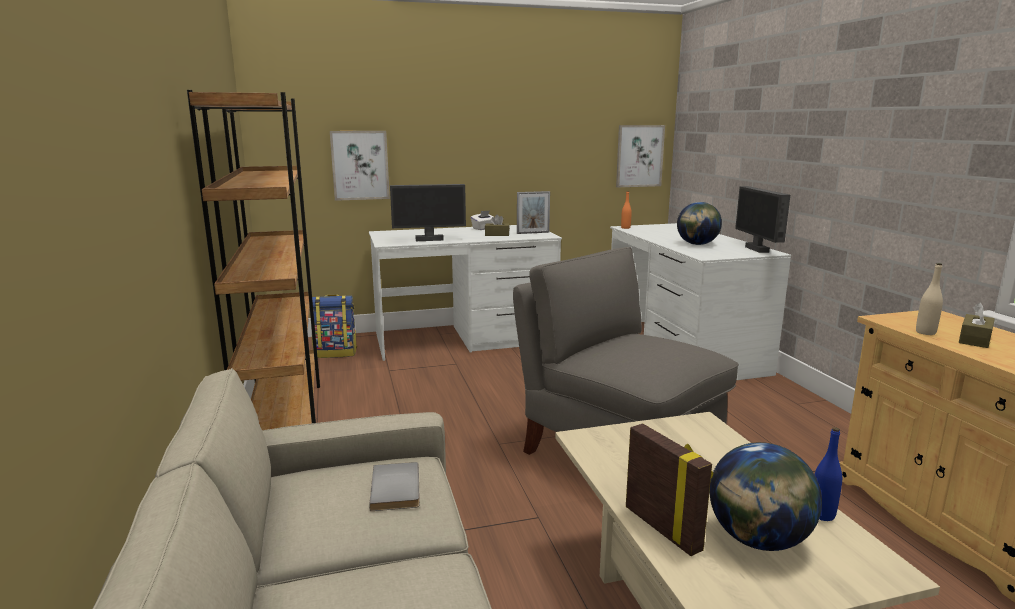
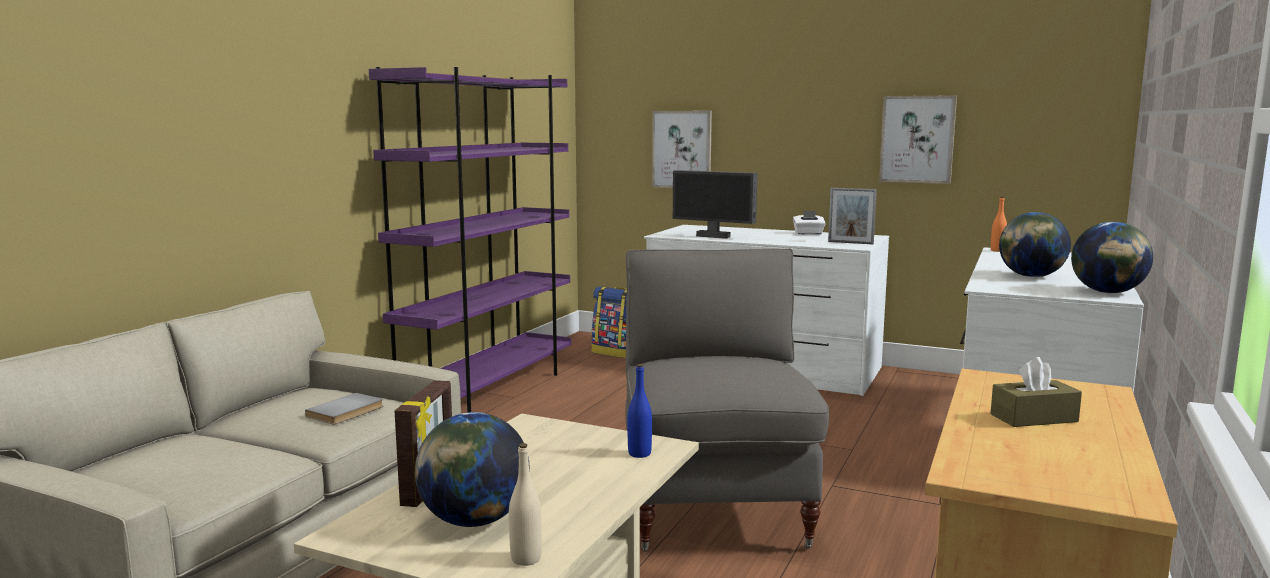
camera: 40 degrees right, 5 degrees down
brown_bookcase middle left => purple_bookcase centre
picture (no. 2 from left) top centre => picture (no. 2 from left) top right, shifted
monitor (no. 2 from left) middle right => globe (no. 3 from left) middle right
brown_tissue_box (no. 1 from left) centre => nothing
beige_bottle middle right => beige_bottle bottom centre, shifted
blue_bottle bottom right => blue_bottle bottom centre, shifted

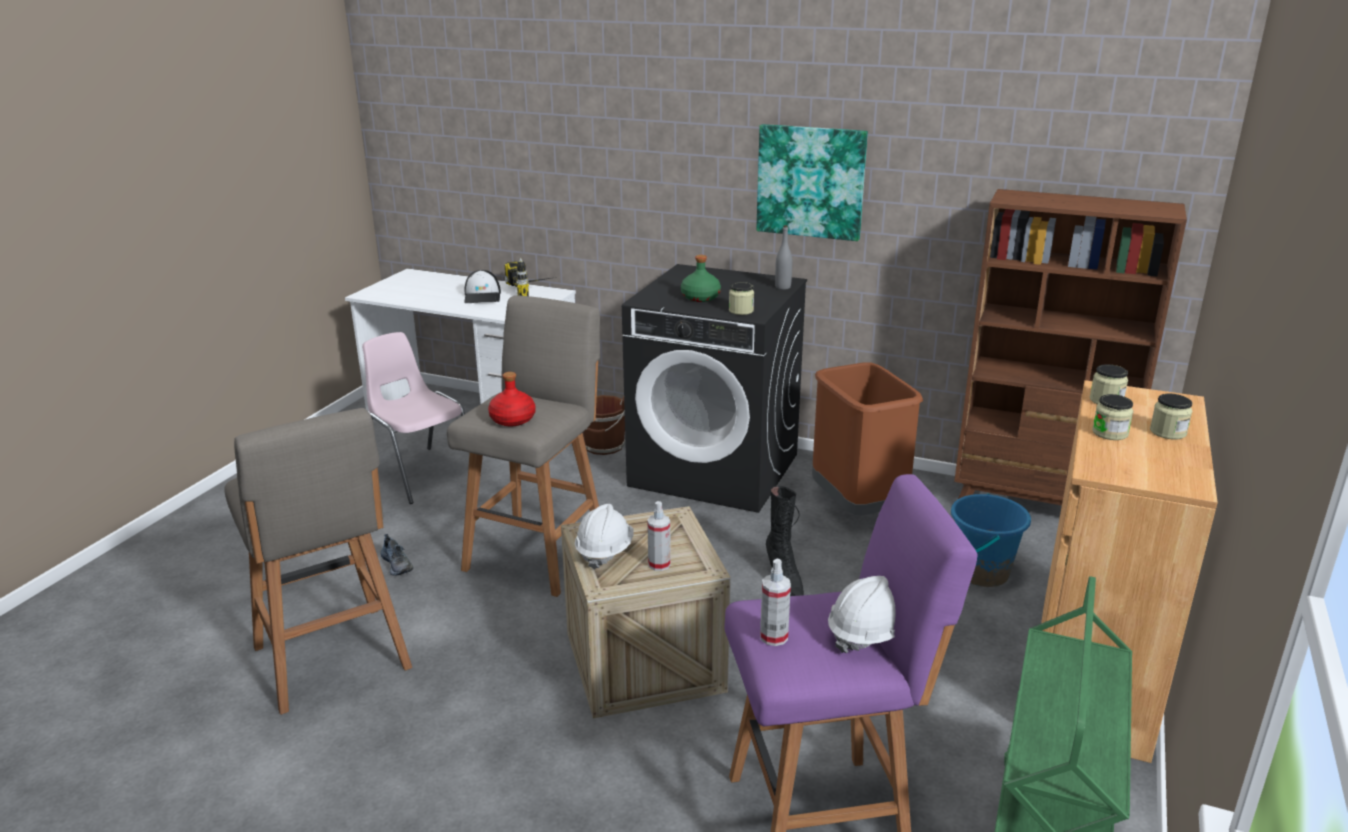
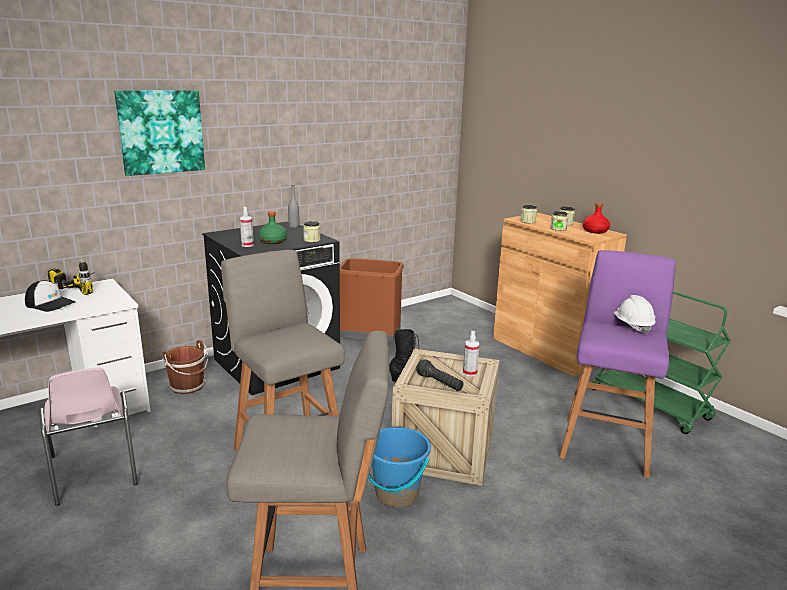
camera: 60 degrees left, 5 degrees down
picture top centre => picture top left, shifted
brown_bookcase middle right => nothing
pink_chair middle left => pink_chair bottom left, 105 degrees counterclockwise
red_bottle centre => red_bottle middle right, shifted
blue_bucket middle right => blue_bucket bottom centre, shifted
white_hard_hat (no. 1 from left) centre => black_flashlight centre
shoe middle left => nothing
spray_bottle (no. 2 from left in the first image) bottom centre => spray_bottle (no. 1 from left) middle left, shifted

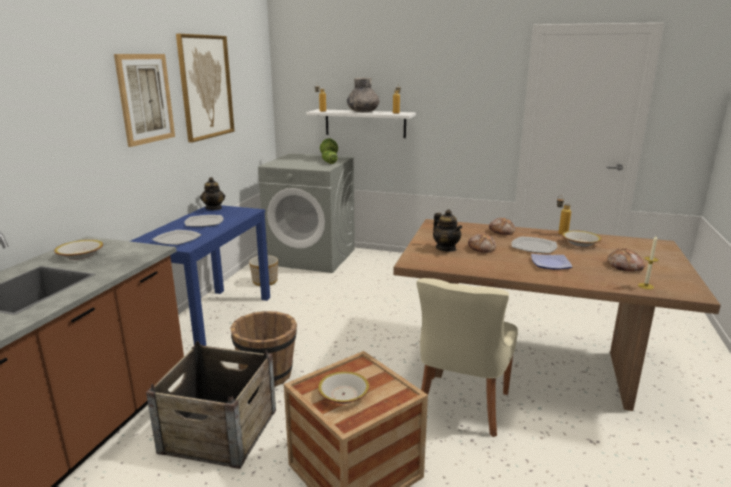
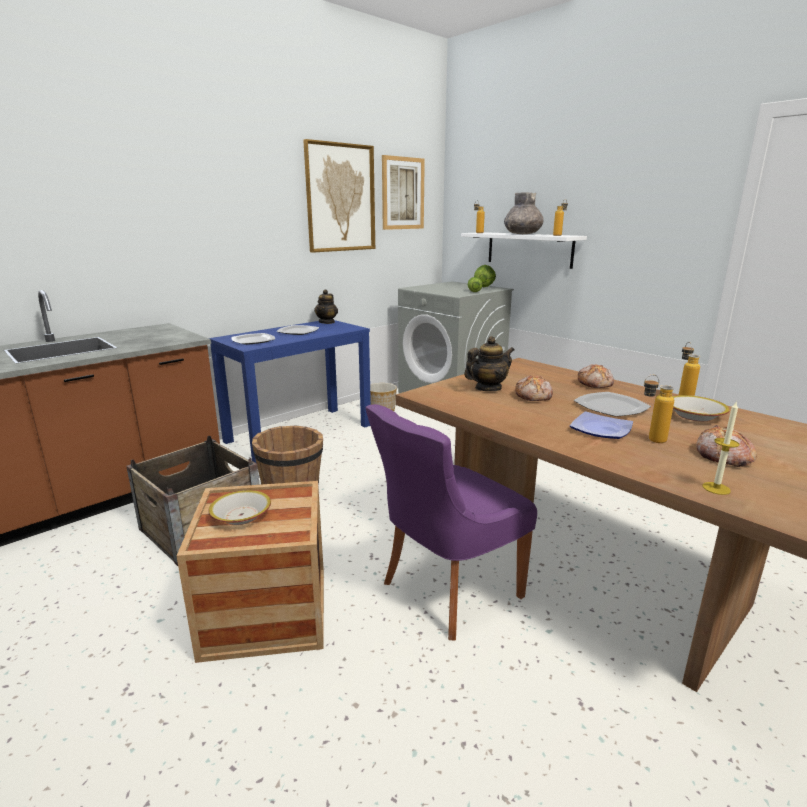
camera: 30 degrees right, 0 degrees up
picture (no. 1 from left in the first image) top left => picture (no. 2 from left) top centre, shifted
teapot (no. 2 from left) centre, 120 degrees counterclockwise
bowl (no. 1 from left) middle left => nothing
beige_chair bottom centre => purple_chair centre
nothing => bottle (no. 3 from left) middle right

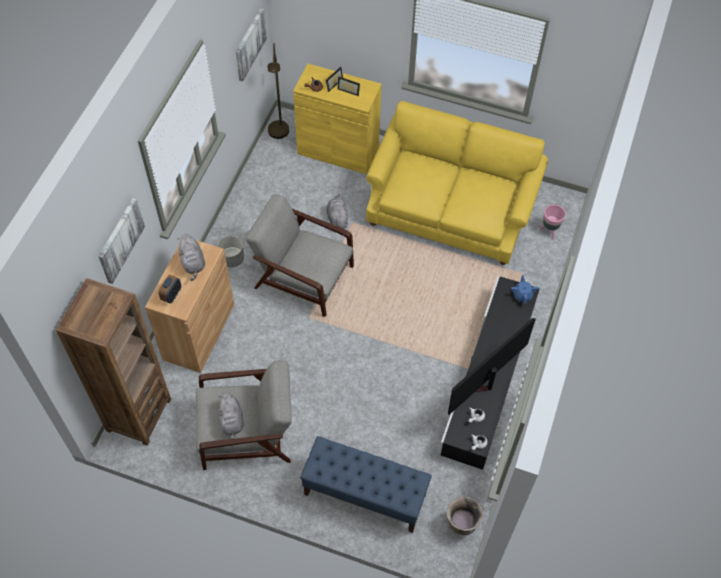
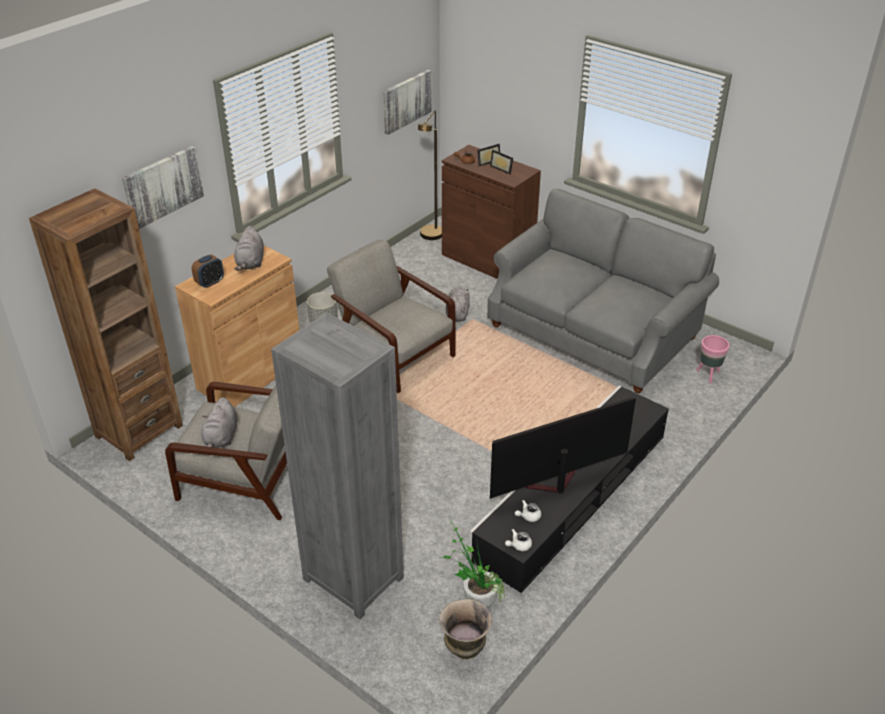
camera: 20 degrees right, 20 degrees down
yellow_cabinet top centre => brown_cabinet (no. 2 from left) top centre
yellow_sofa top centre => grey_sofa middle right
blue_teapot middle right => nothing
blue_bench bottom centre => grey_bookcase centre
nothing => potted_plant bottom centre

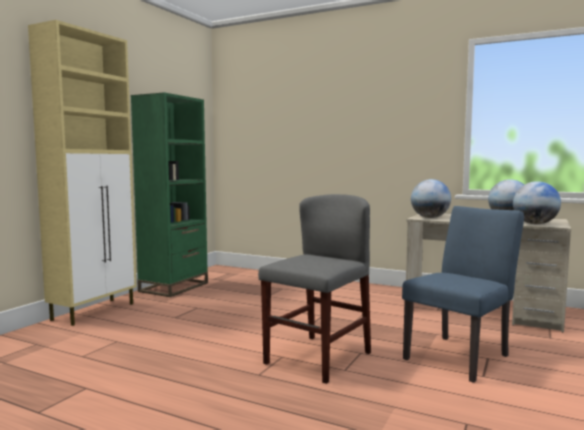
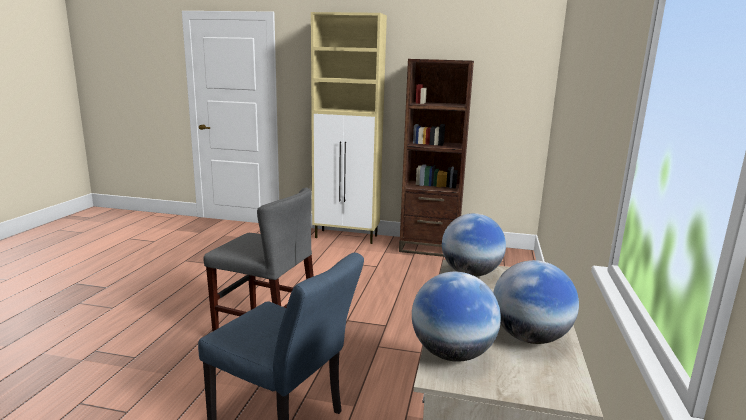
camera: 75 degrees right, 10 degrees up
green_bookcase middle left => brown_bookcase centre

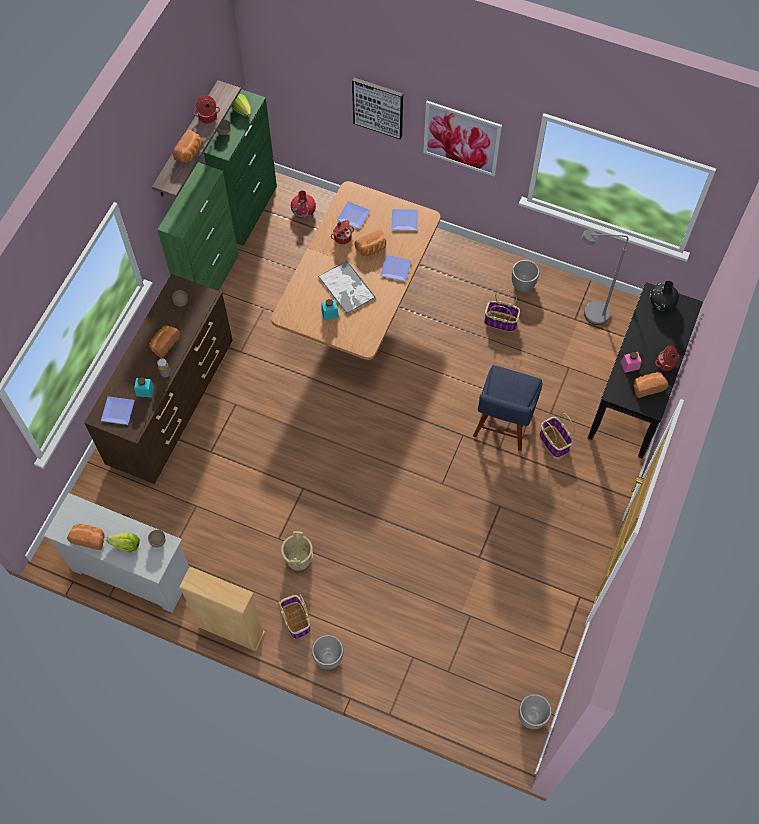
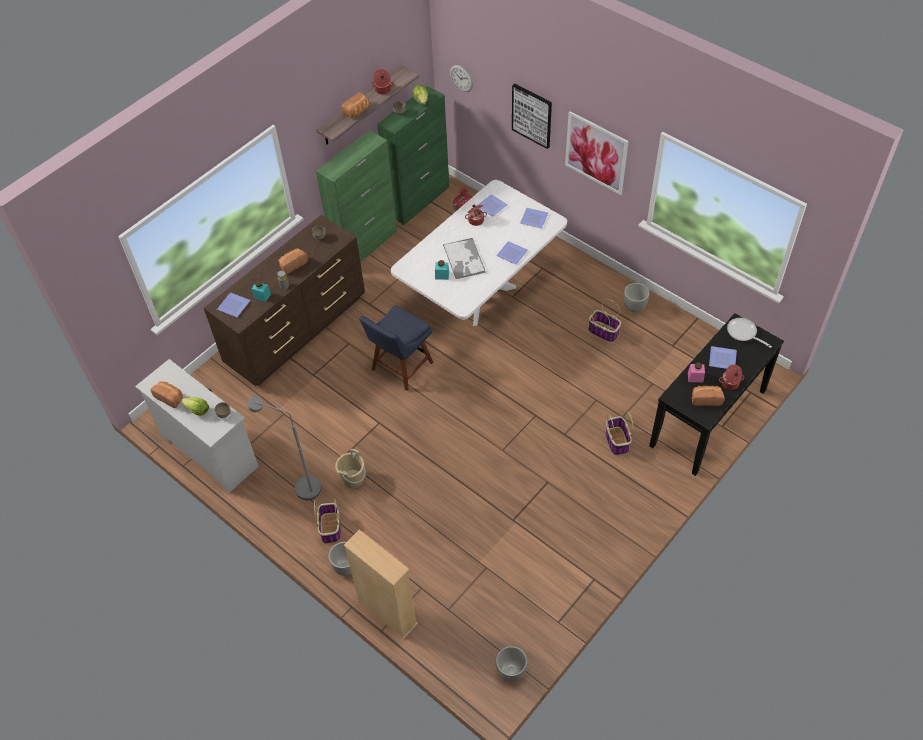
camera: 20 degrees right, 10 degrees down
brown_dining_table top centre => white_dining_table centre
grey_floor_lamp middle right => grey_floor_lamp middle left, shifted
bread (no. 4 from left) top centre => nothing
black_vase middle right => frying_pan middle right
blue_chair middle right => blue_chair centre, shifted
beige_bookcase bottom left => beige_bookcase bottom centre, shifted
nothing => wall_clock top centre
nothing => plate (no. 5 from left) middle right

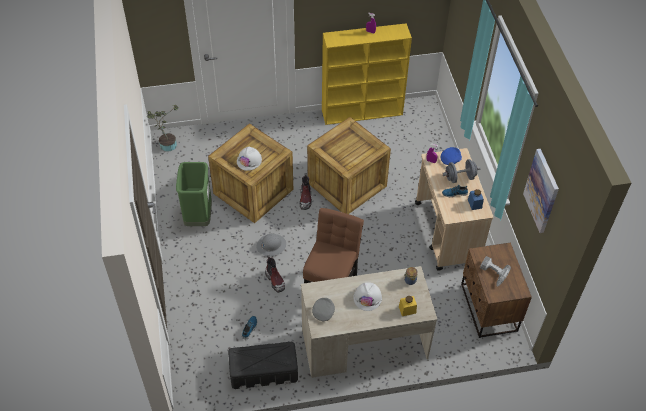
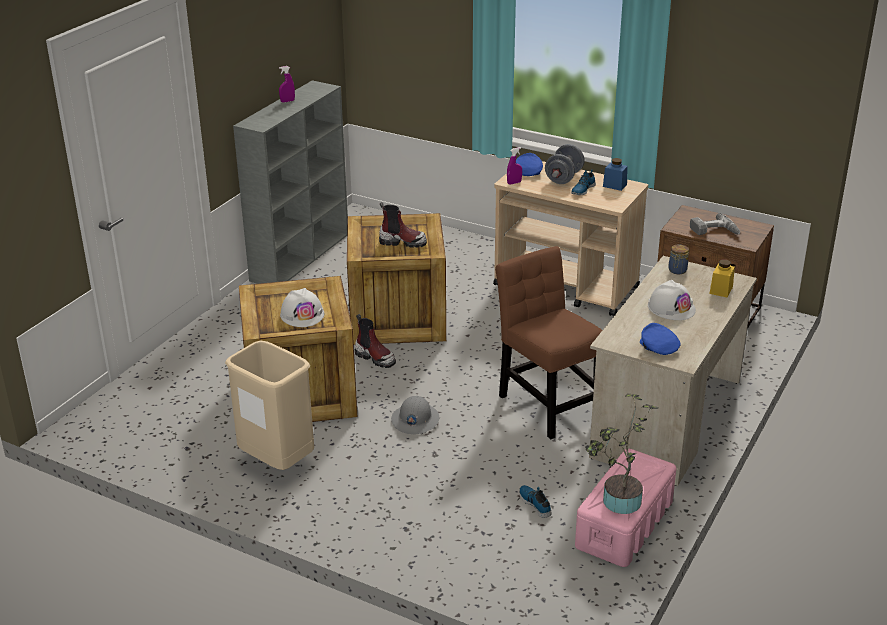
camera: 50 degrees left, 20 degrees down
yellow_bookcase top centre => grey_bookcase top left
potted_plant top left => potted_plant bottom right, shifted
picture middle right => nothing
green_trash_can middle left => beige_trash_can middle left
boot (no. 1 from left in the first image) bottom centre => boot (no. 2 from left) centre, shifted
grey_cap bottom centre => blue_cap (no. 2 from left) middle right
black_storage_box bottom centre => pink_storage_box bottom right

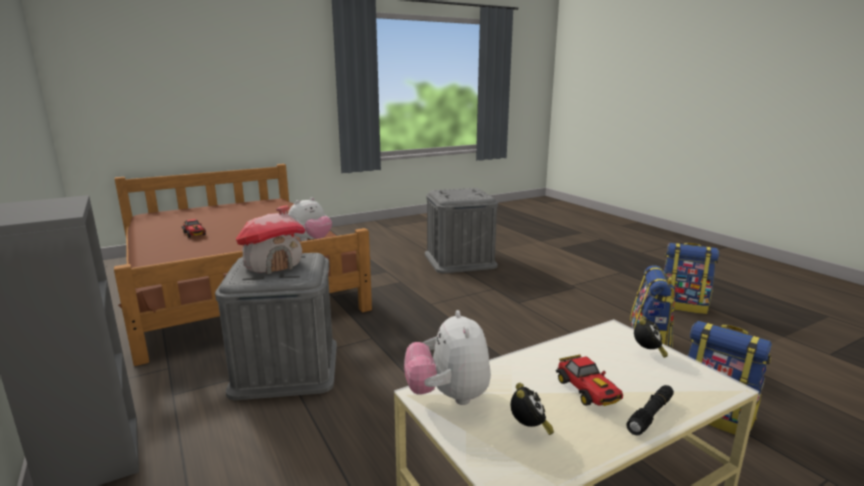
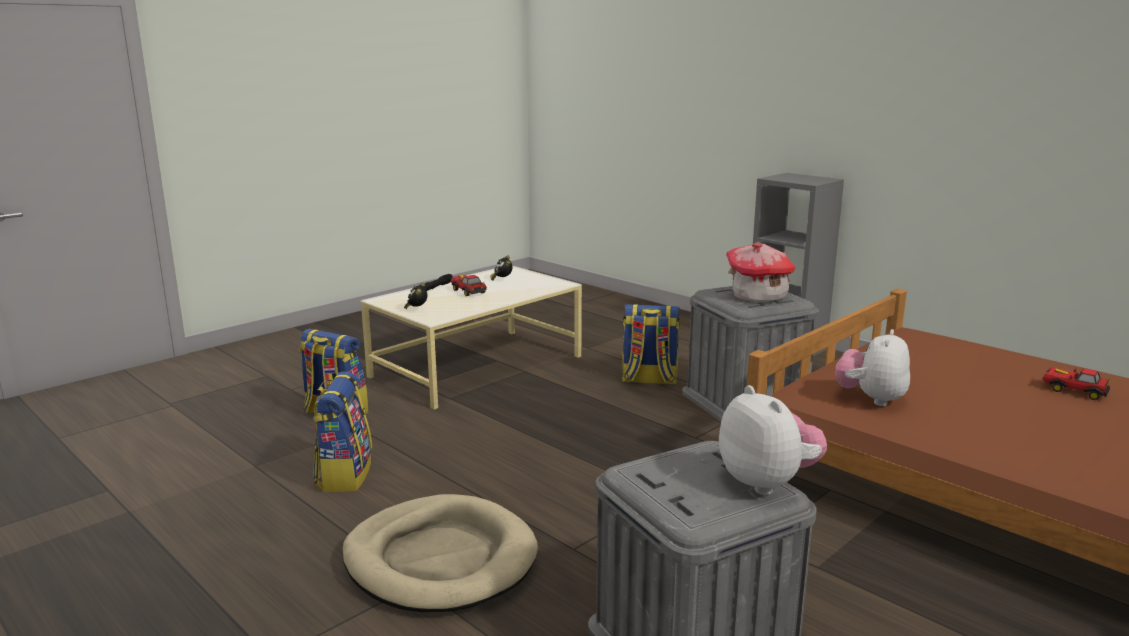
camera: 165 degrees right, 0 degrees up
backpack (no. 2 from left in the first image) middle right => backpack (no. 3 from left) centre, shifted
plush_toy (no. 2 from left in the first image) bottom centre => plush_toy (no. 1 from left) bottom right, shifted
nothing => beige_dog_bed bottom centre

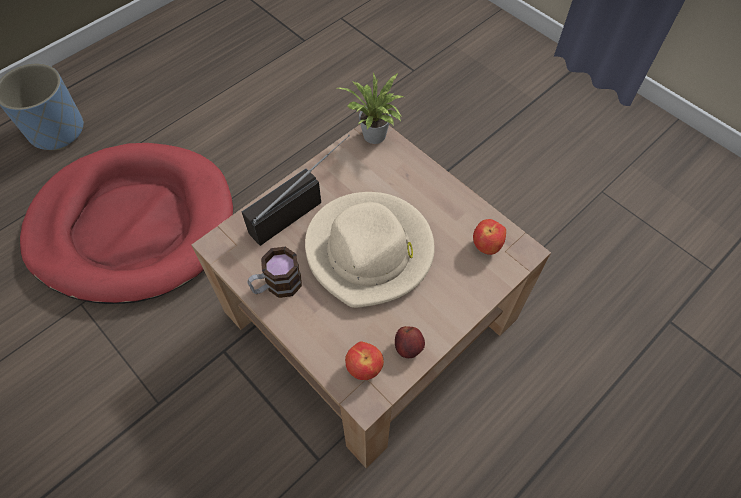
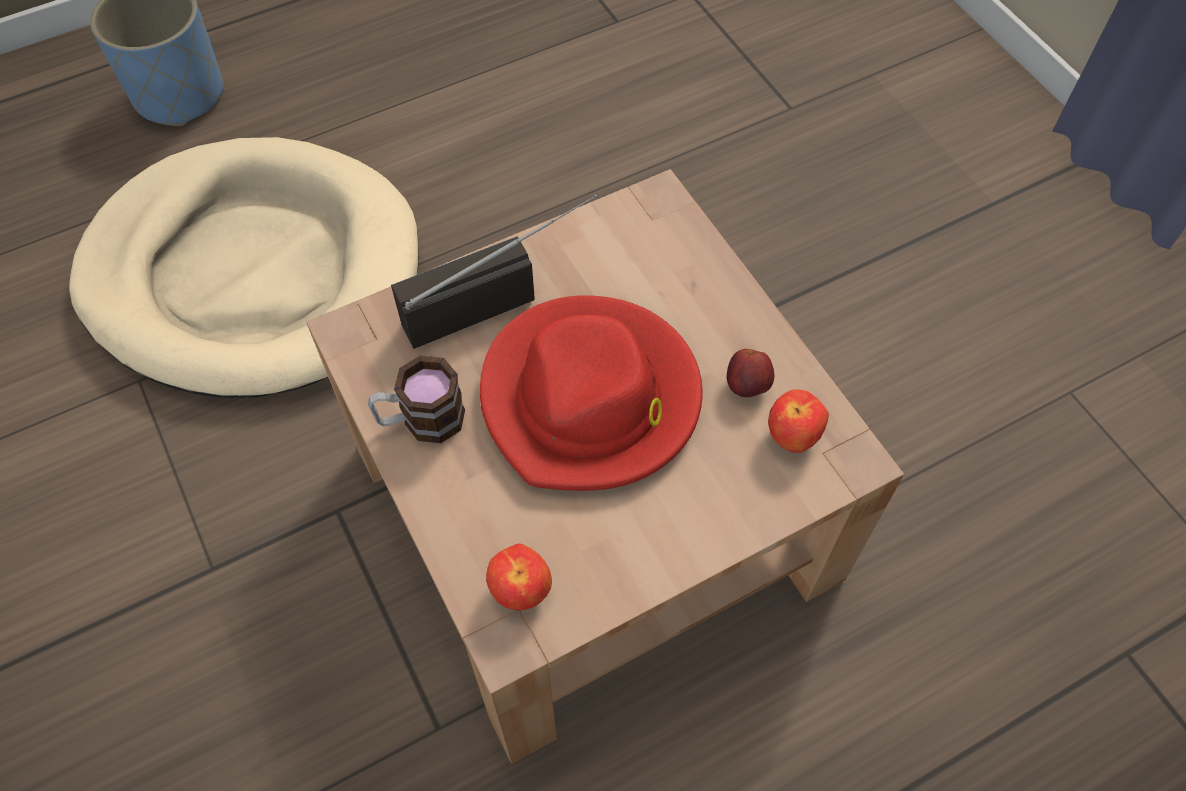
camera: 15 degrees right, 0 degrees up
potted_plant top centre => nothing
red_dog_bed middle left => beige_dog_bed middle left
beige_hat centre => red_hat centre
apple (no. 2 from left) bottom centre => apple (no. 2 from left) centre, shifted

